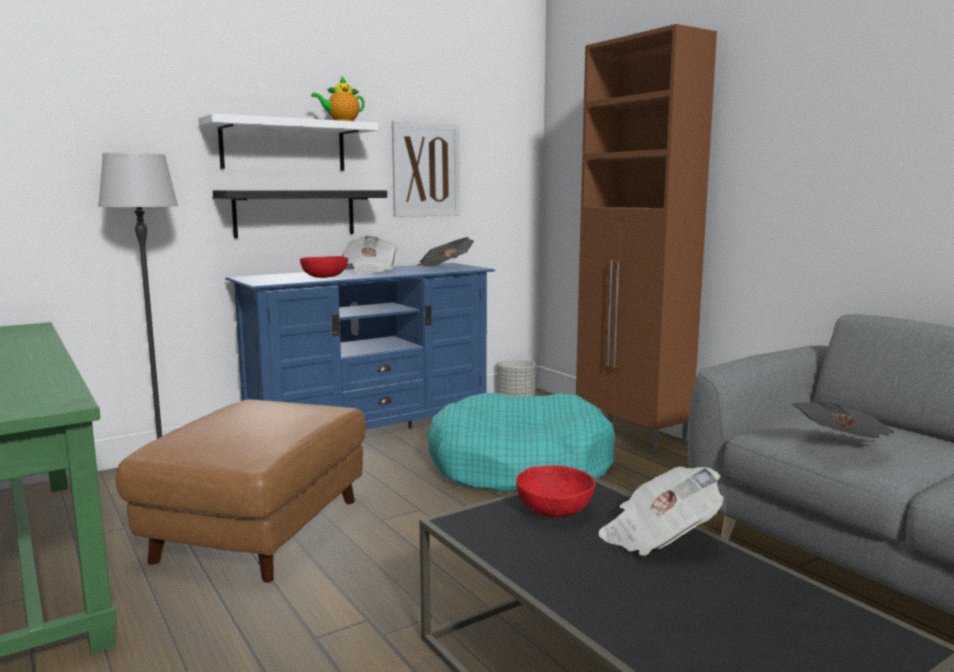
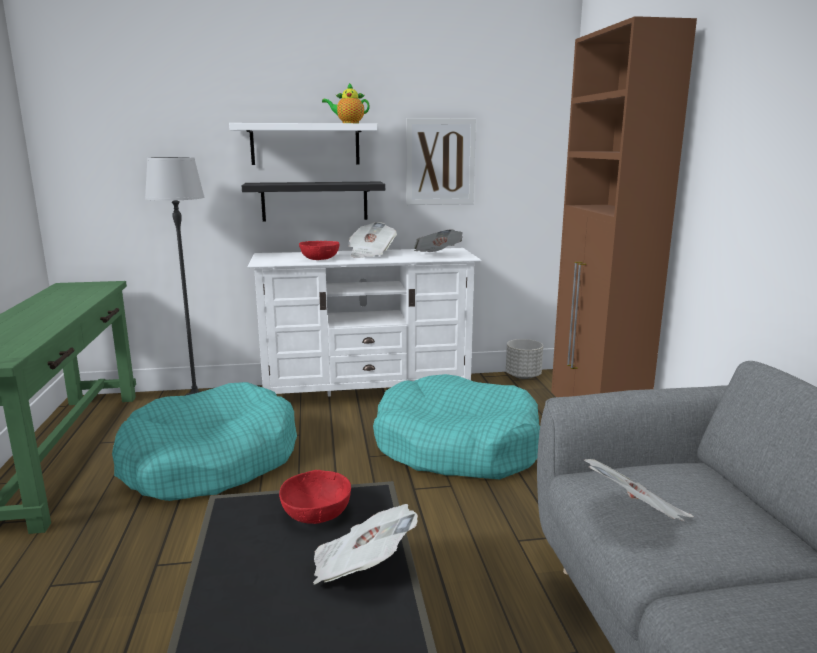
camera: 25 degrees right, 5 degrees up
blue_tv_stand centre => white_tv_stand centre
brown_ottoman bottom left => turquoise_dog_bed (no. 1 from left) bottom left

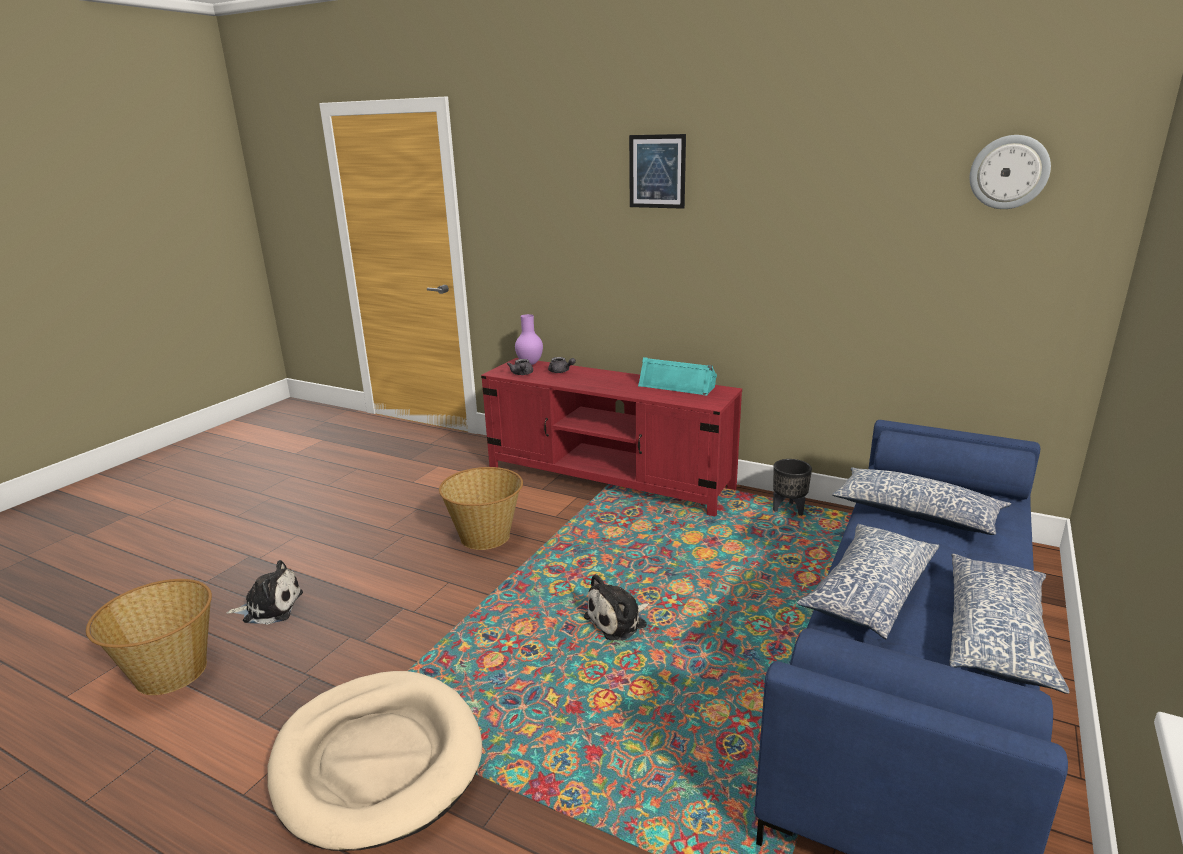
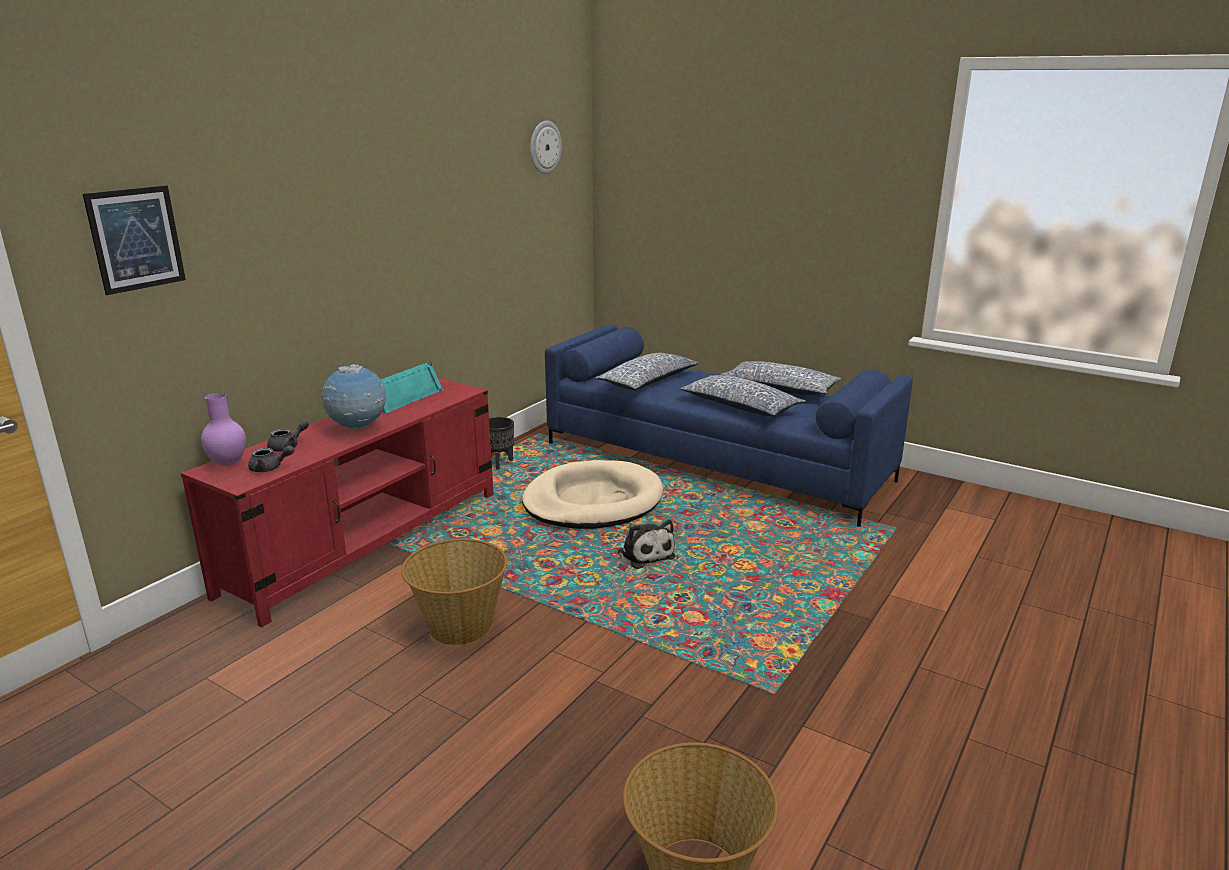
camera: 85 degrees left, 0 degrees up
picture top centre => picture top left, shifted
plush_toy (no. 1 from left) bottom left => nothing
beige_dog_bed bottom left => beige_dog_bed centre, shifted
nothing => globe middle left

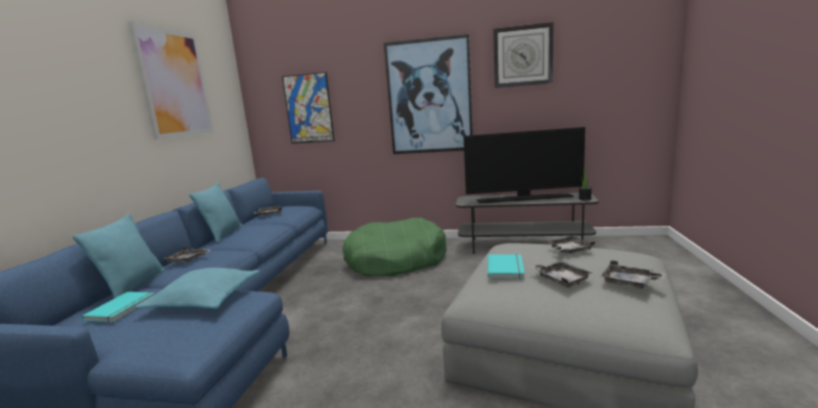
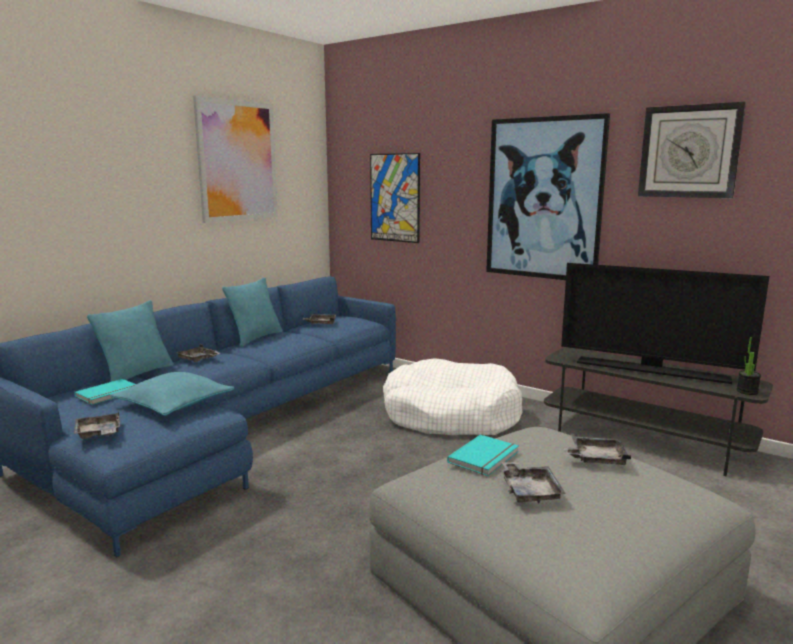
camera: 25 degrees right, 0 degrees up
green_dog_bed centre => white_dog_bed centre
grey_tray (no. 5 from left in the first image) bottom right => grey_tray (no. 1 from left) middle left, shifted

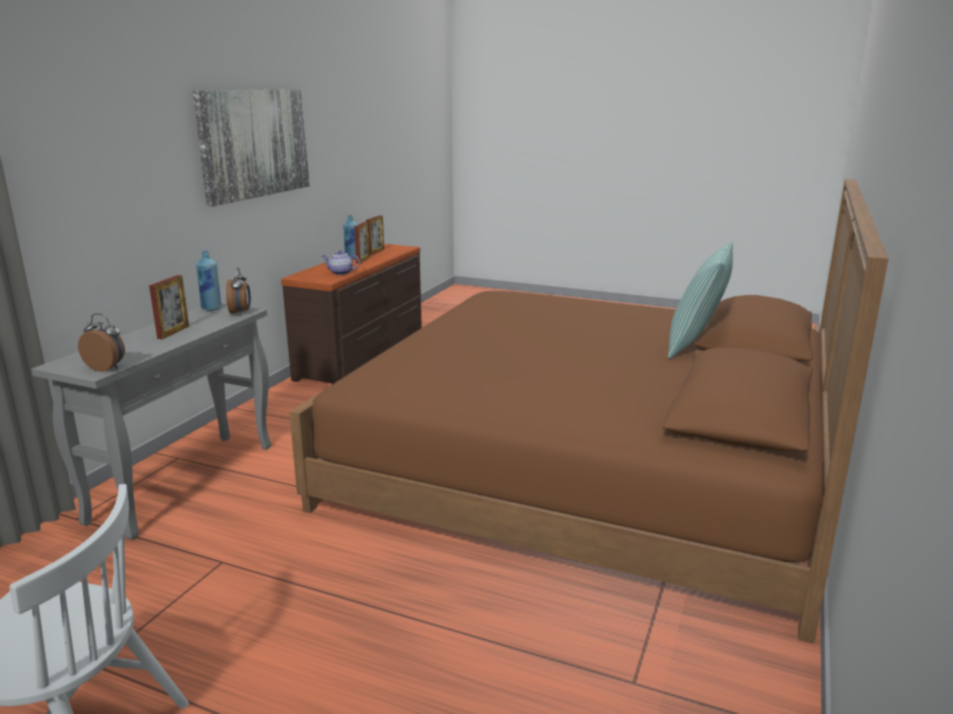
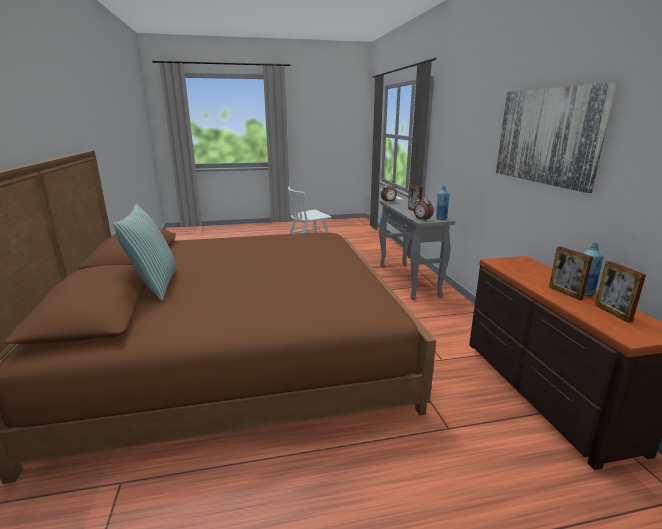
camera: 145 degrees right, 0 degrees up
teapot centre => nothing

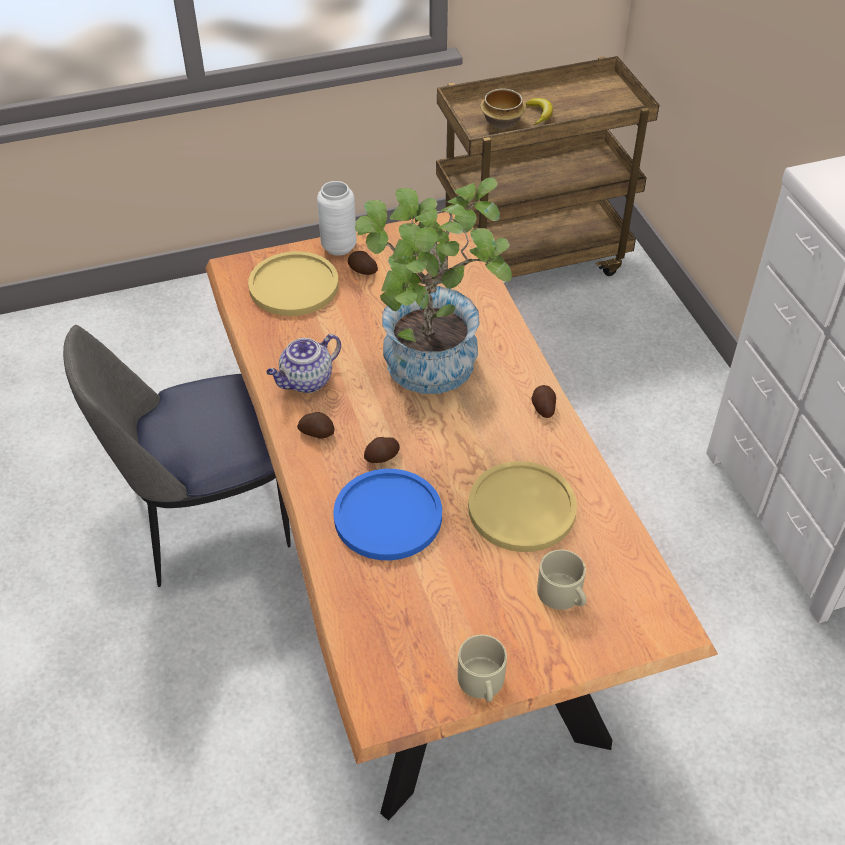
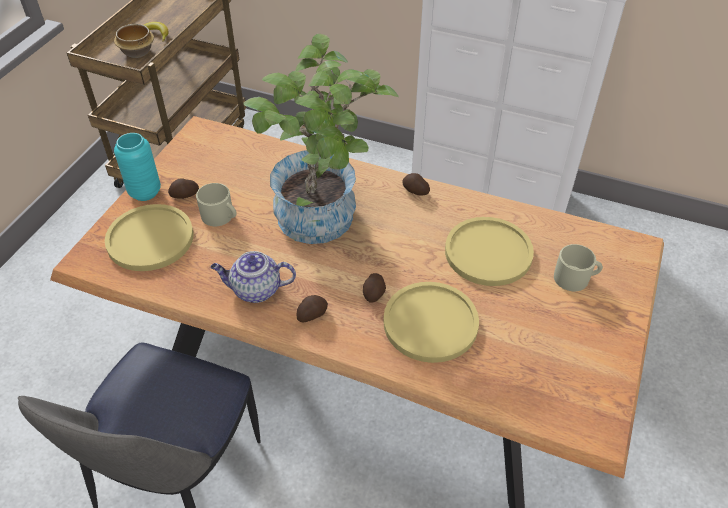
camera: 50 degrees left, 0 degrees up
white_vase top centre => turquoise_vase top left
teapot centre, 90 degrees clockwise
blue_plate centre => yellow_plate (no. 2 from left) centre
beige_mug (no. 1 from left) bottom centre => beige_mug (no. 1 from left) middle left, shifted

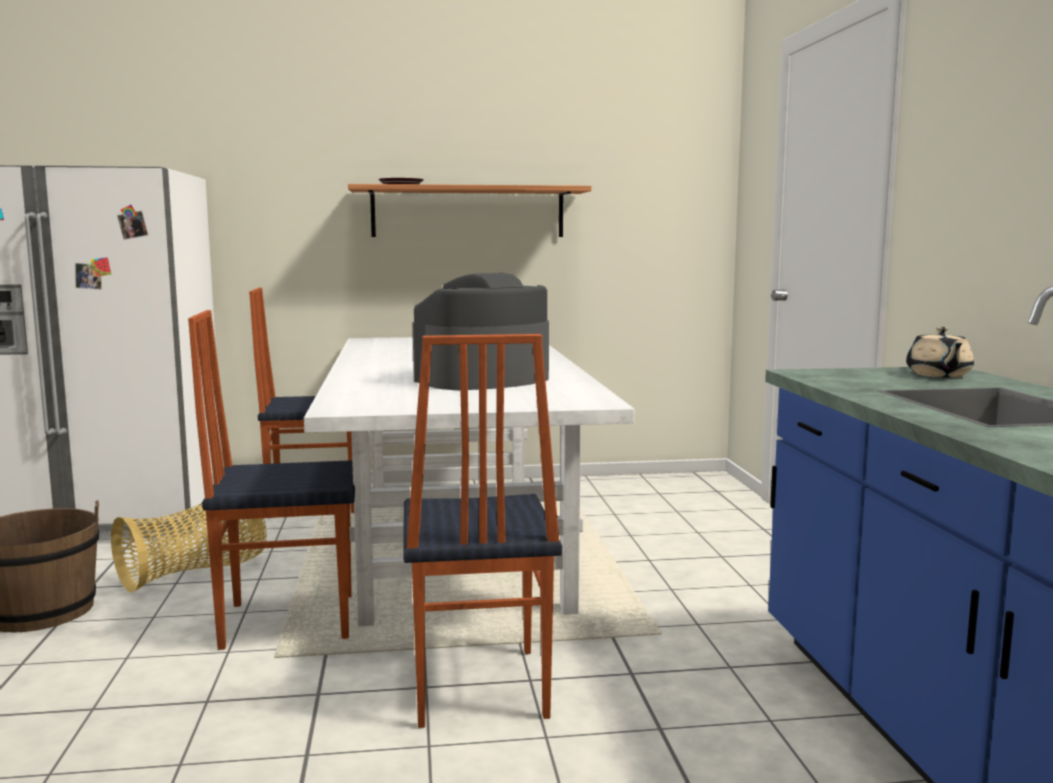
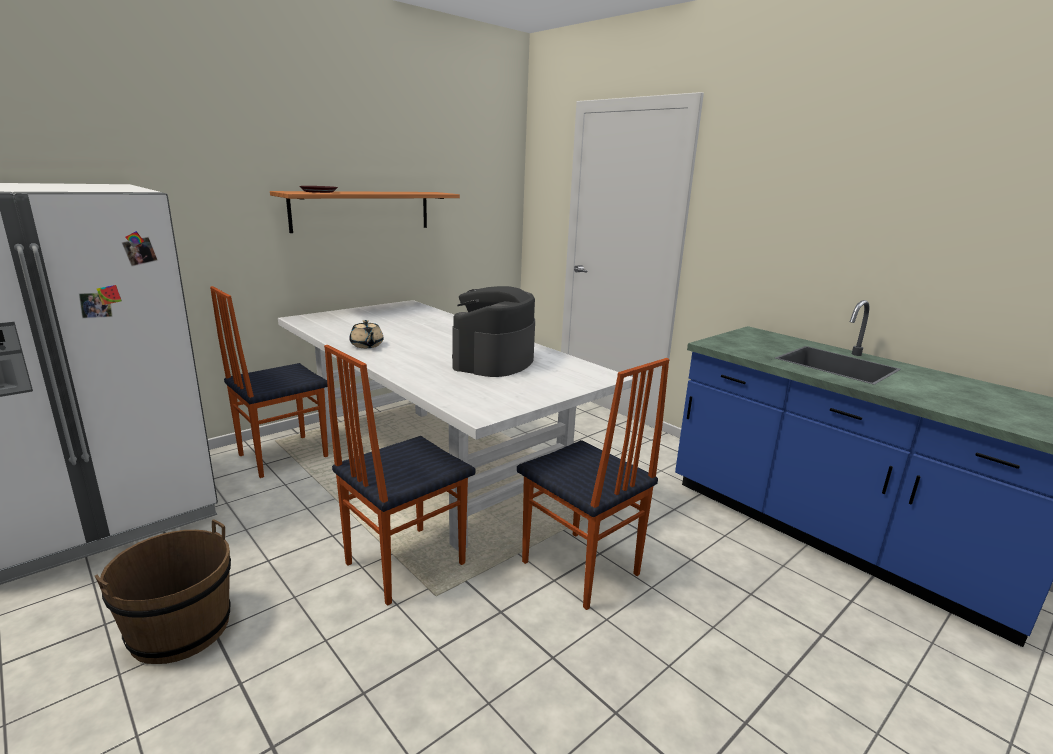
camera: 35 degrees left, 10 degrees up
beige_teapot middle right => beige_teapot centre, shifted
basket bottom left => nothing

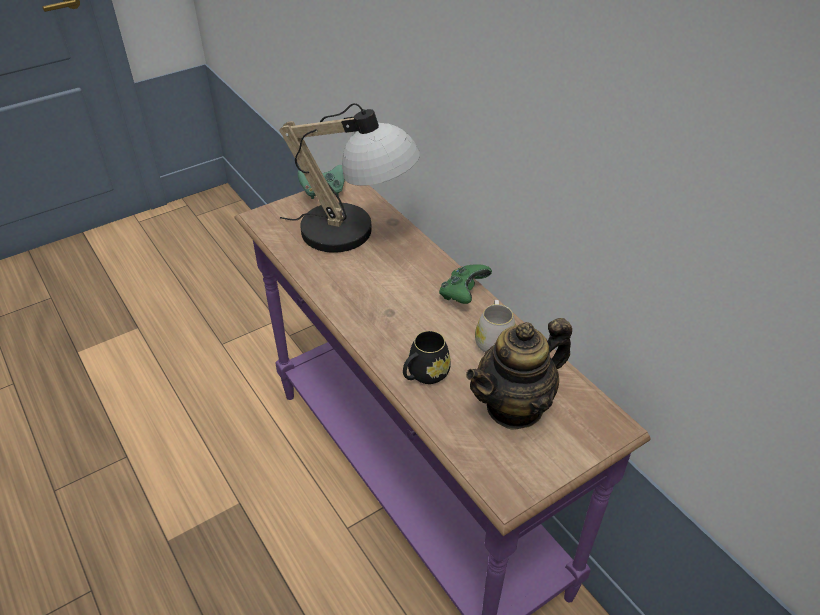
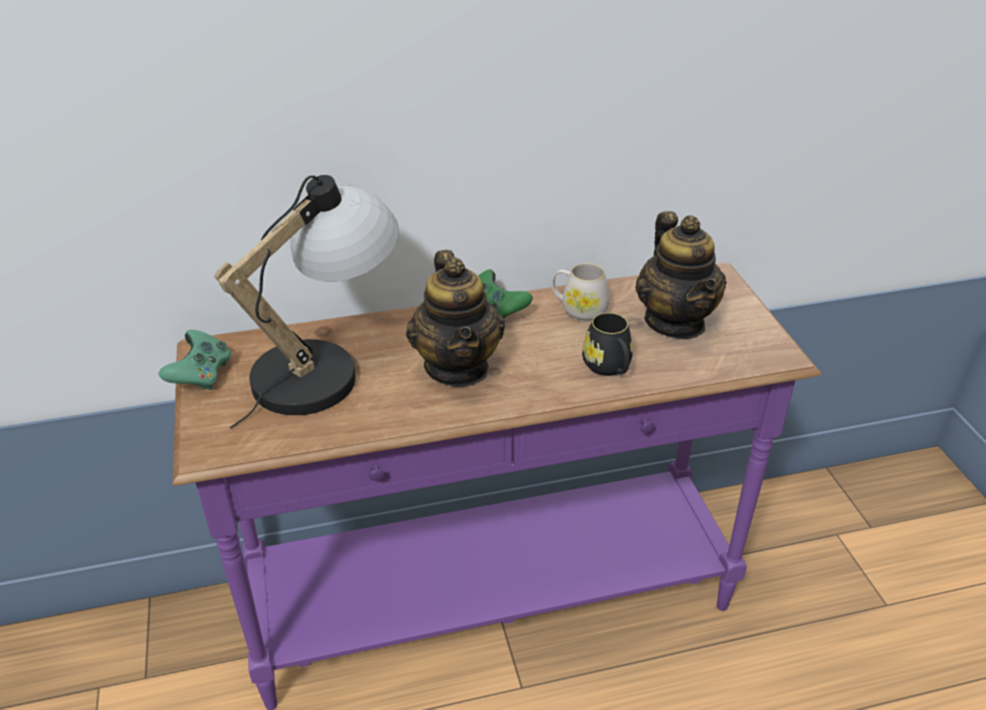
camera: 70 degrees left, 5 degrees down
nothing => teapot (no. 1 from left) centre

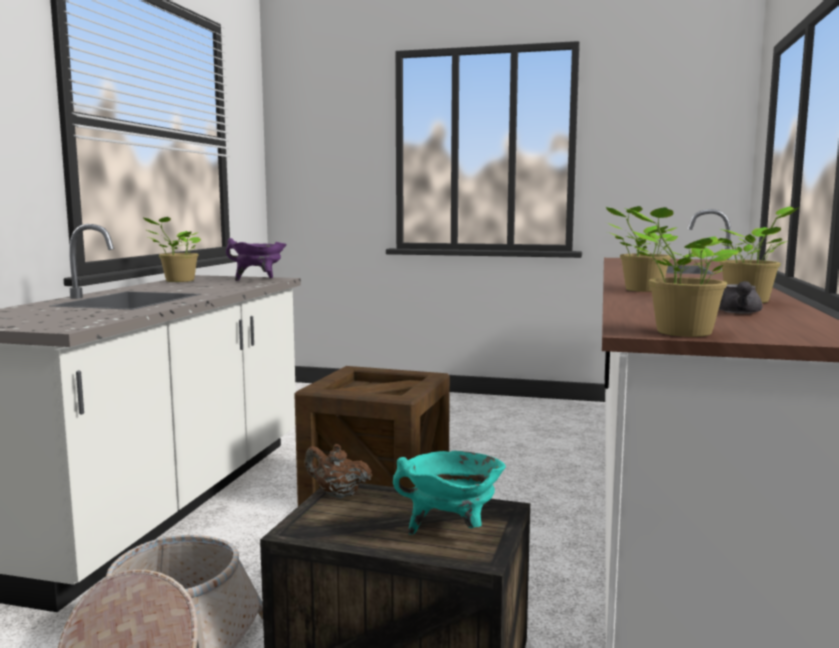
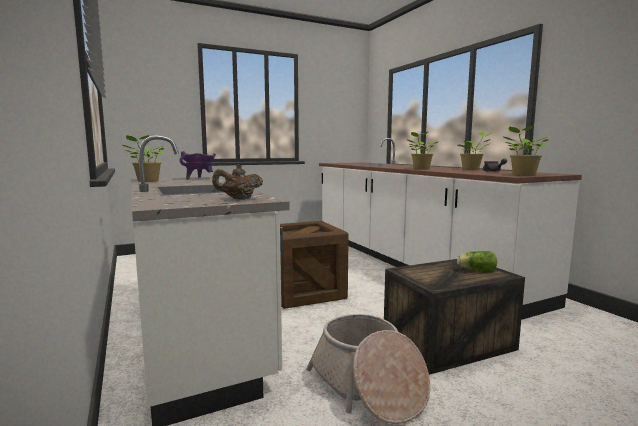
camera: 40 degrees left, 0 degrees up
brown_teapot bottom centre => brown_teapot centre, shifted
turquoise_cooking_pot bottom centre => lettuce middle right

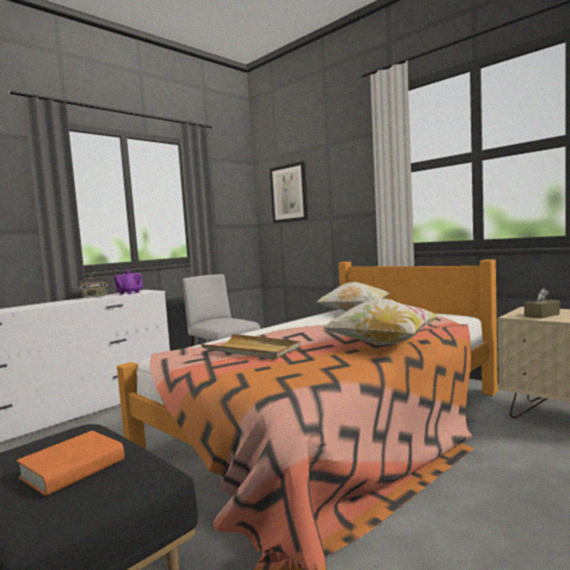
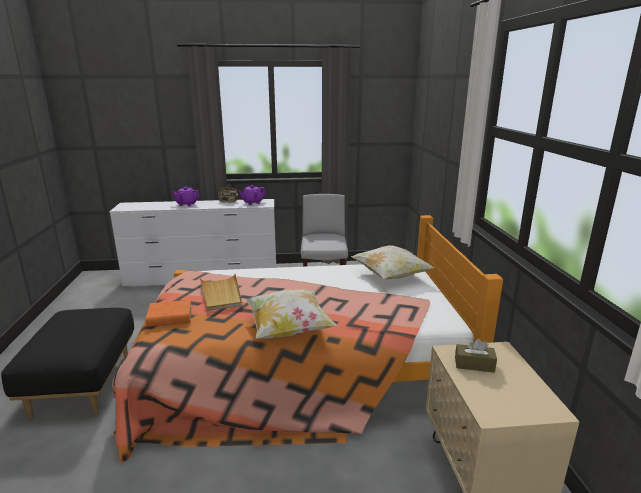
camera: 40 degrees right, 15 degrees up
picture centre => nothing
orange_book bottom left => orange_book middle left, shifted
nothing => purple_teapot (no. 1 from left) middle left

